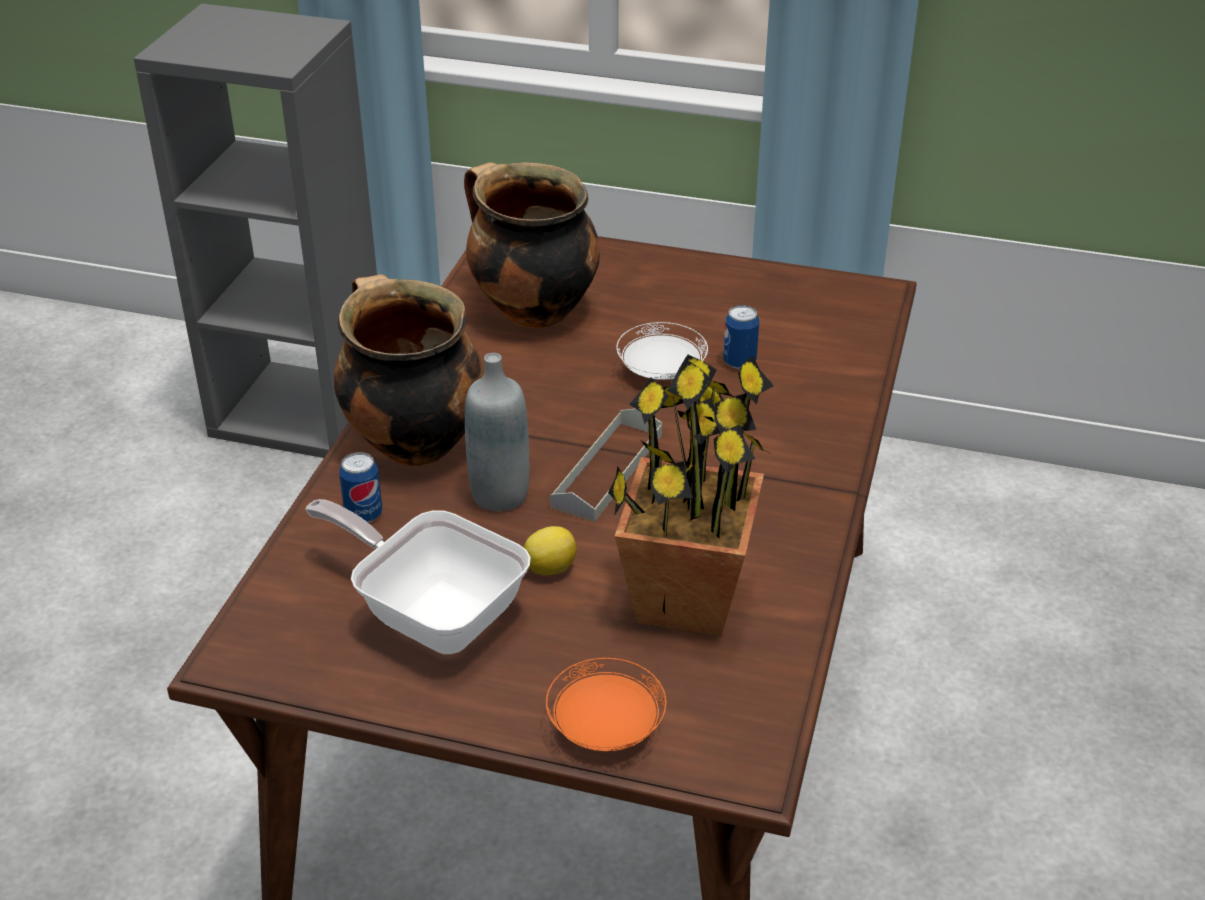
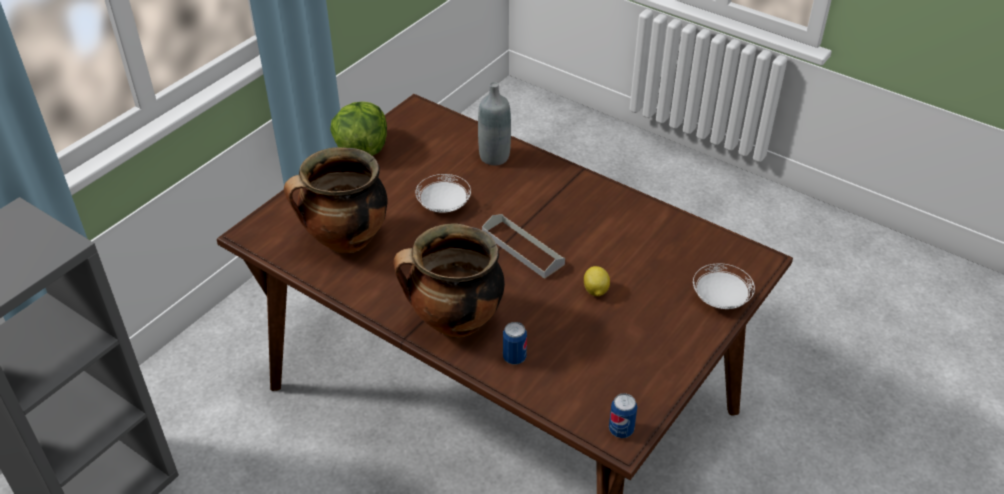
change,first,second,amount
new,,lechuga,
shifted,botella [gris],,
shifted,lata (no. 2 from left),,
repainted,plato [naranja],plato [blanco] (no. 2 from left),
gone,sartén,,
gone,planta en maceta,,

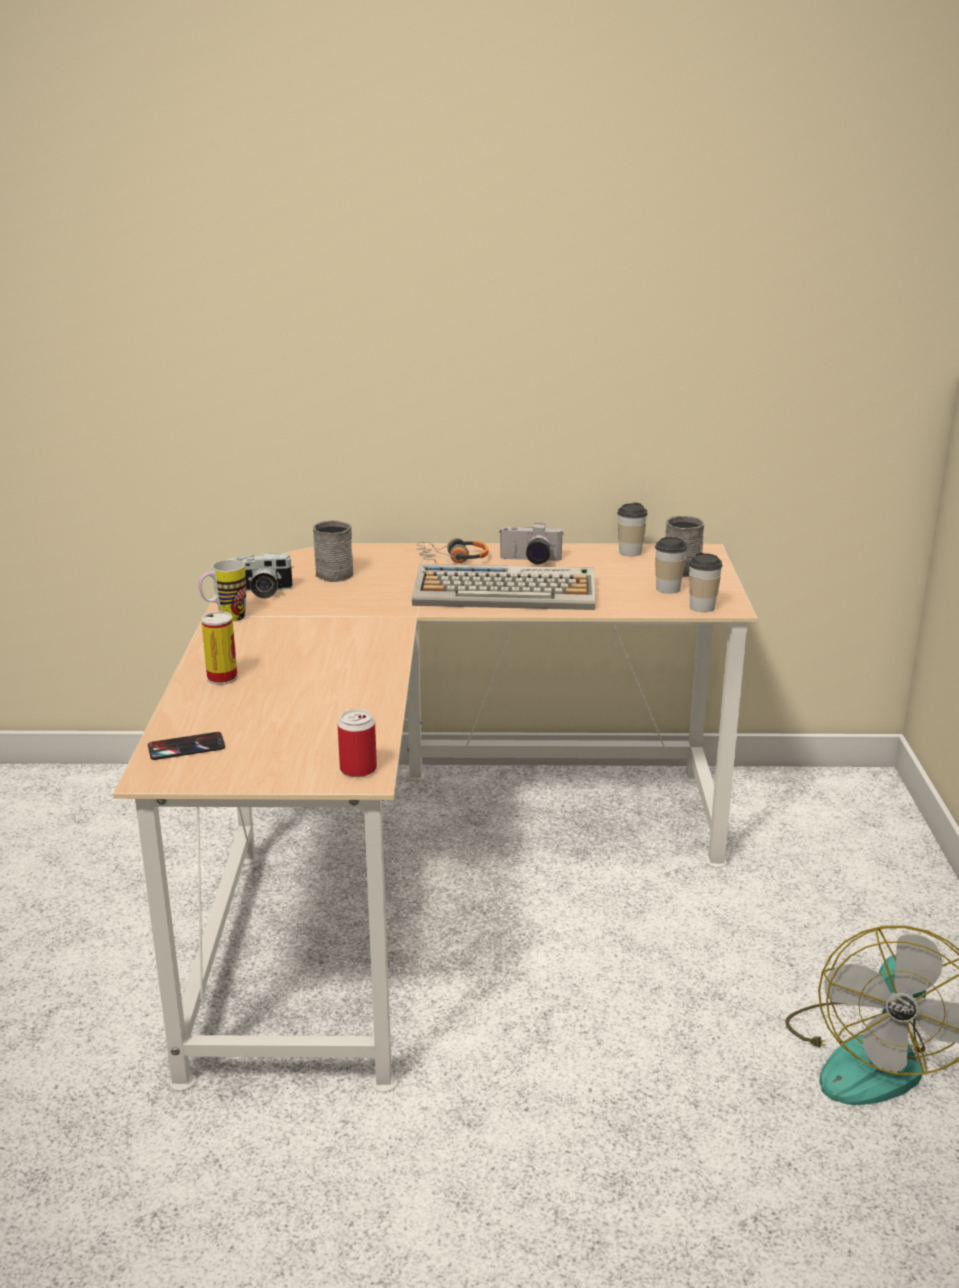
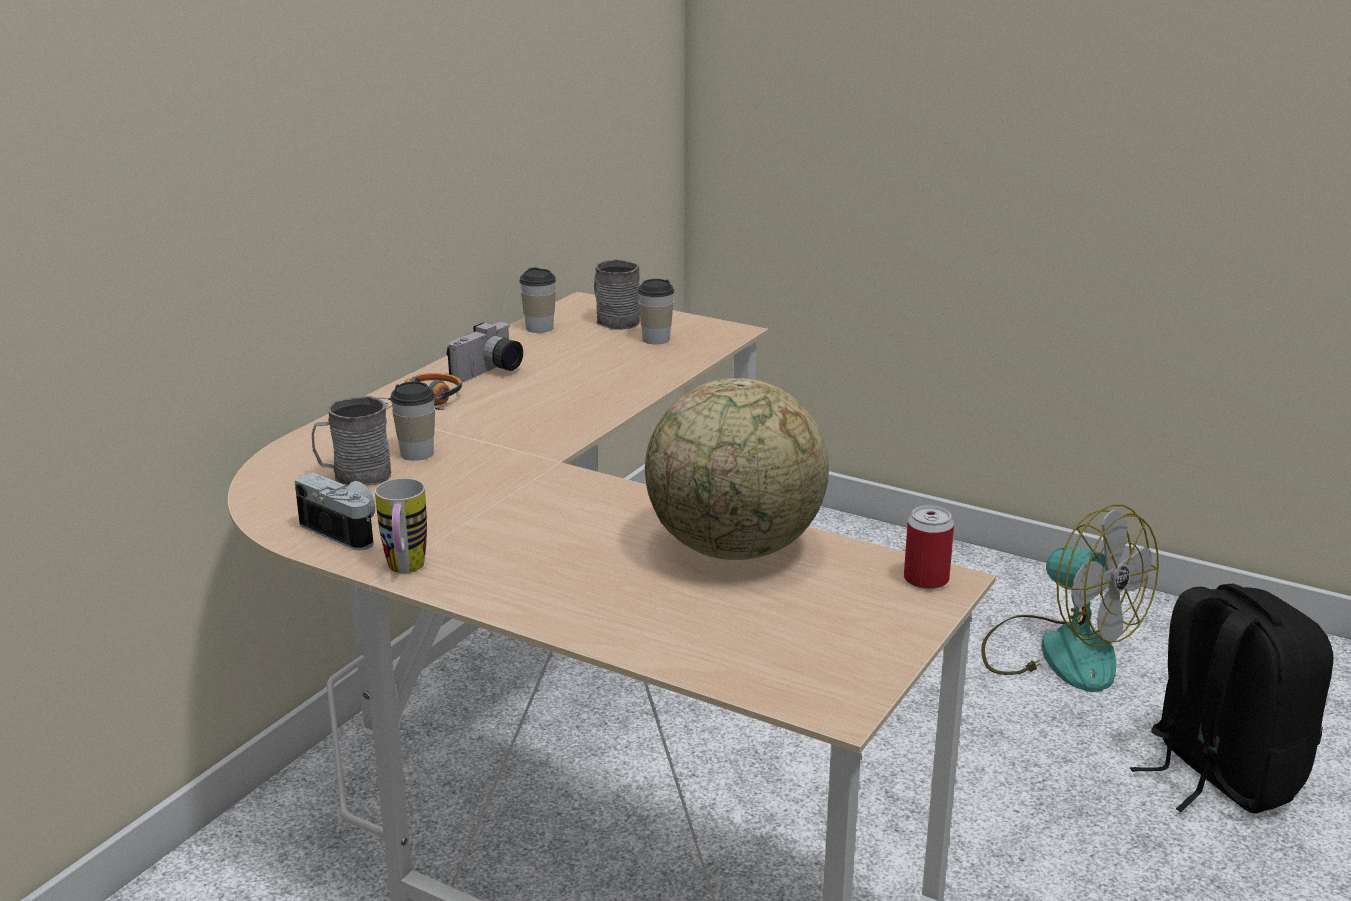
change,first,second,amount
rotated,cámara (no. 1 from left),,75 degrees counterclockwise
shifted,taza (no. 3 from left in the first image),taza (no. 1 from left),
new,,globo terráqueo,
new,,mochila [negro],
gone,móvil,,
gone,lata (no. 1 from left),,
gone,teclado,,

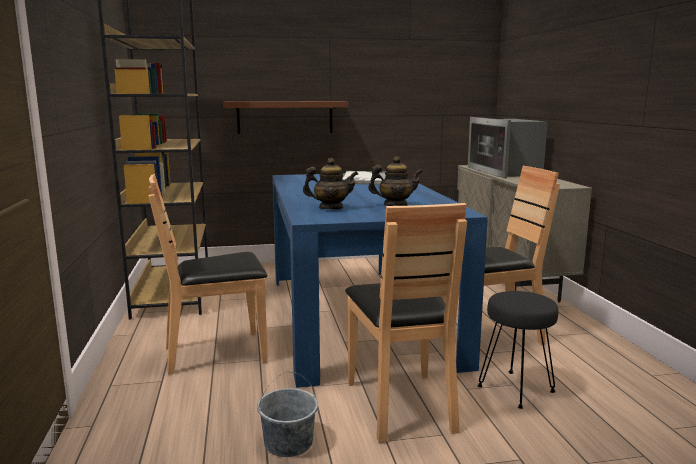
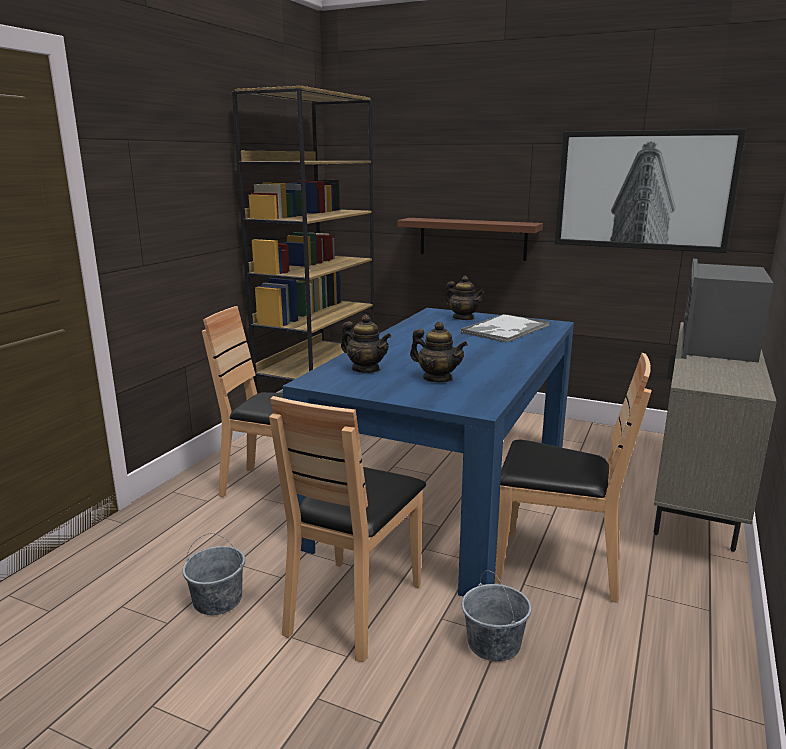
change,first,second,amount
new,,tetera (no. 3 from left),
swapped,taburete [negro],cubo [gris] (no. 2 from left),
new,,cuadro,

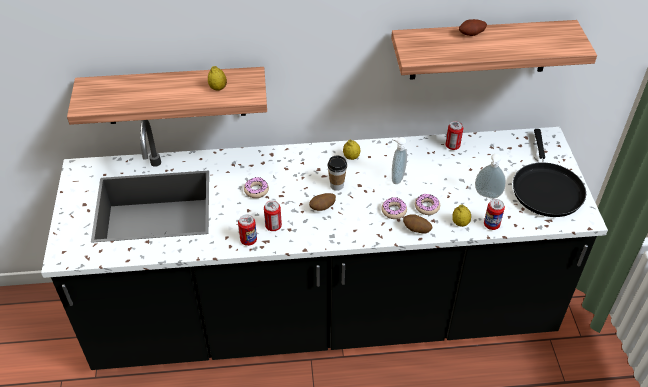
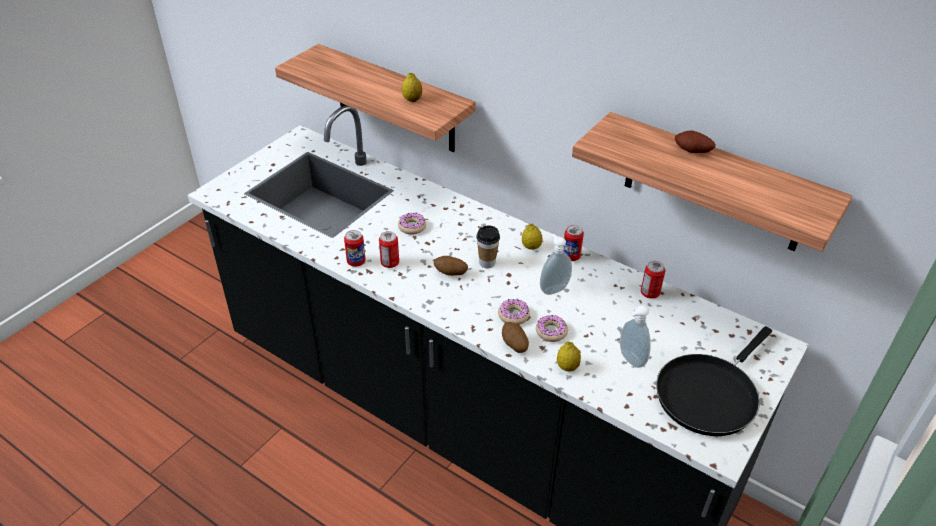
change,first,second,amount
shifted,lata (no. 4 from left in the first image),lata (no. 3 from left),

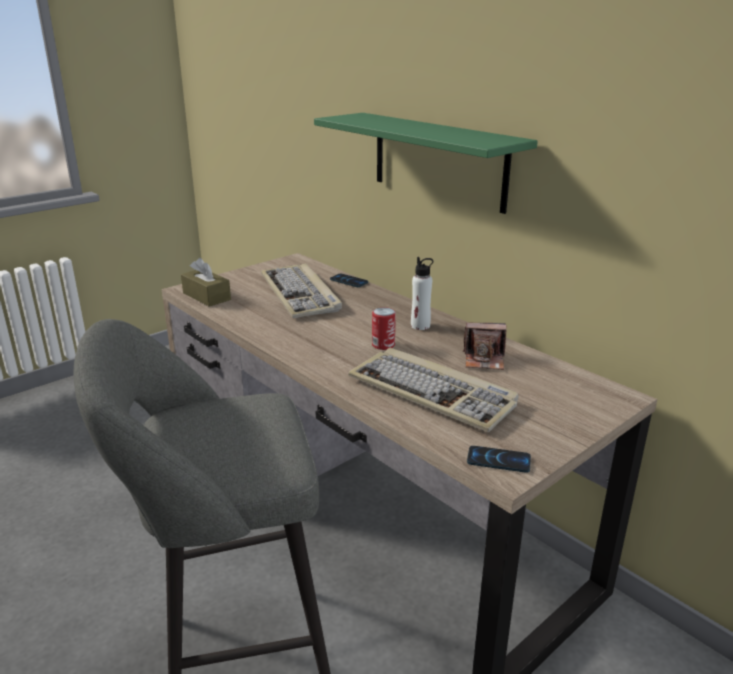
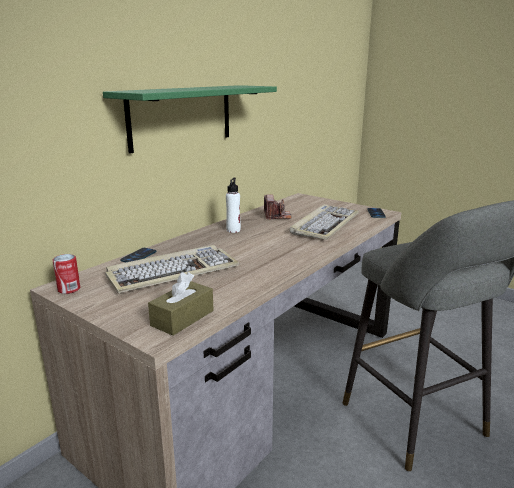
change,first,second,amount
shifted,lata,,

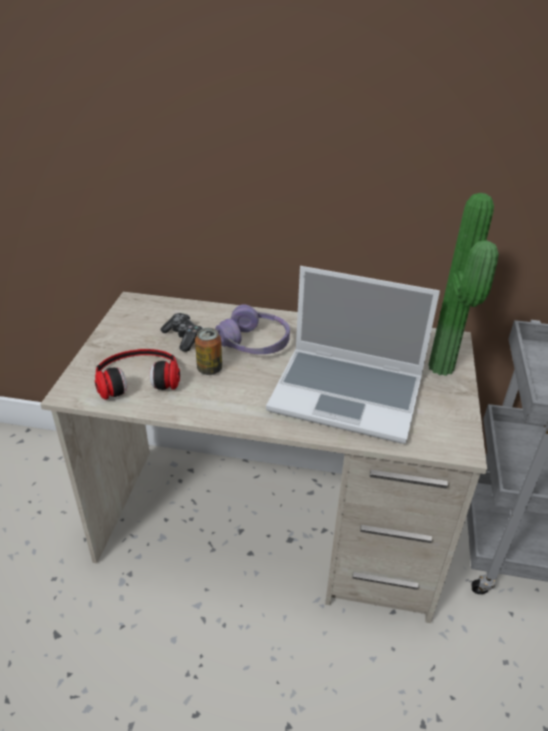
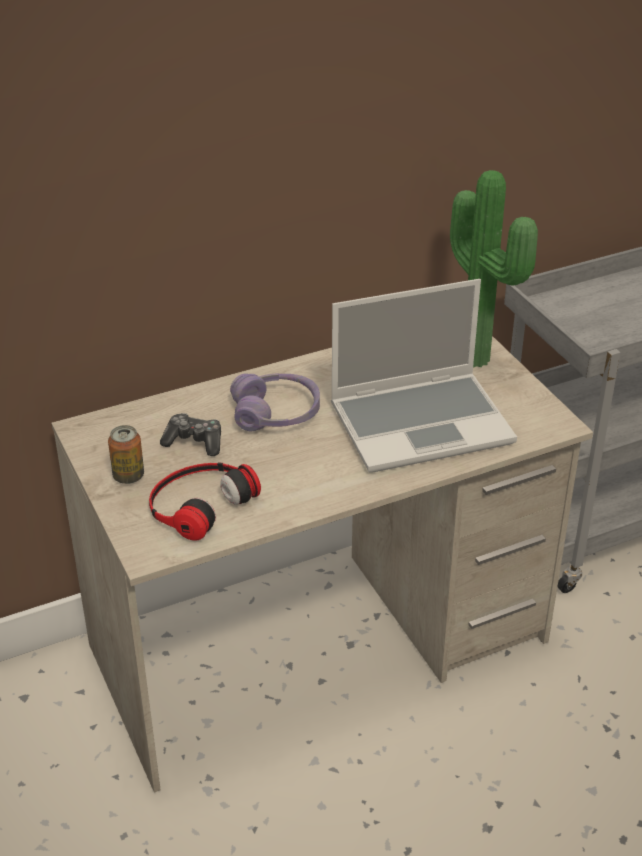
change,first,second,amount
shifted,lata,,

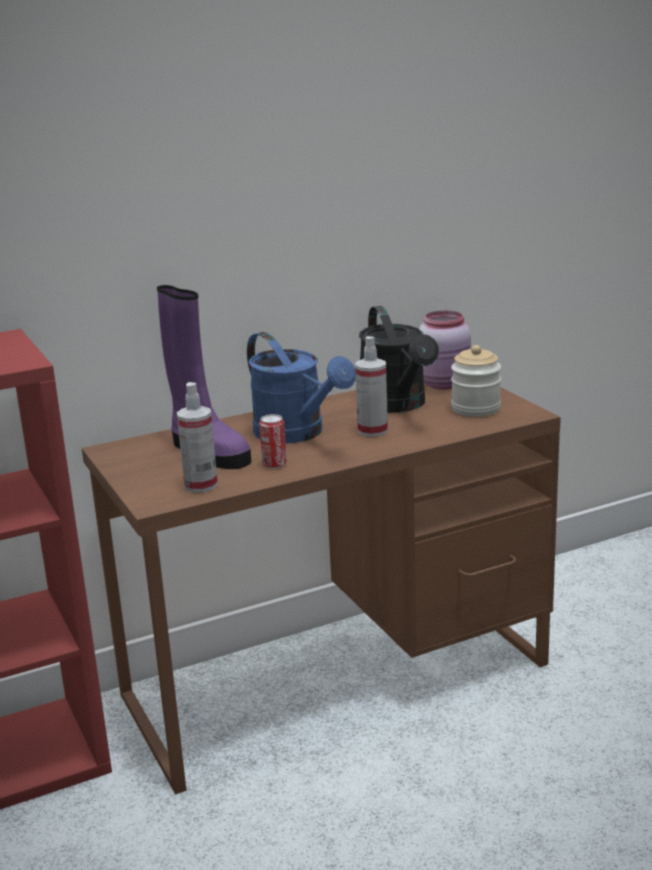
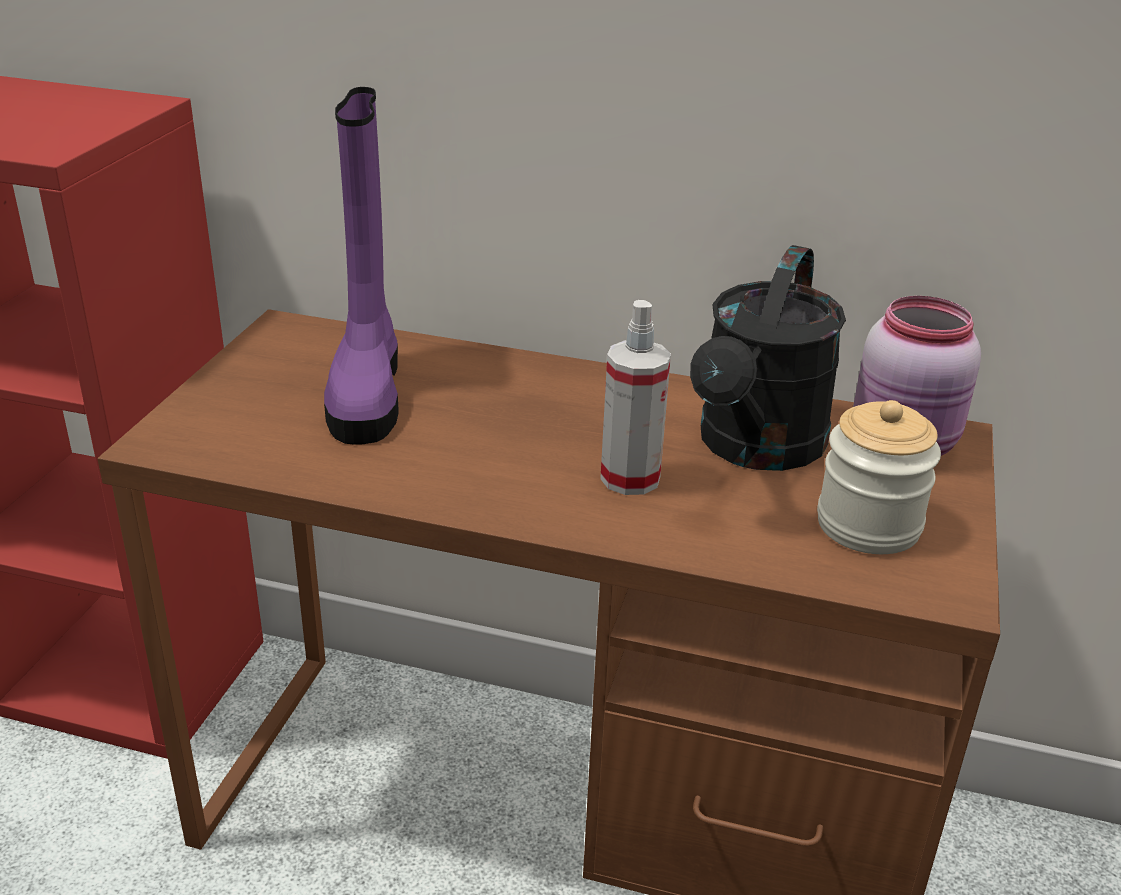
change,first,second,amount
gone,pulverizador (no. 1 from left),,
gone,regadera [azul],,
gone,lata,,

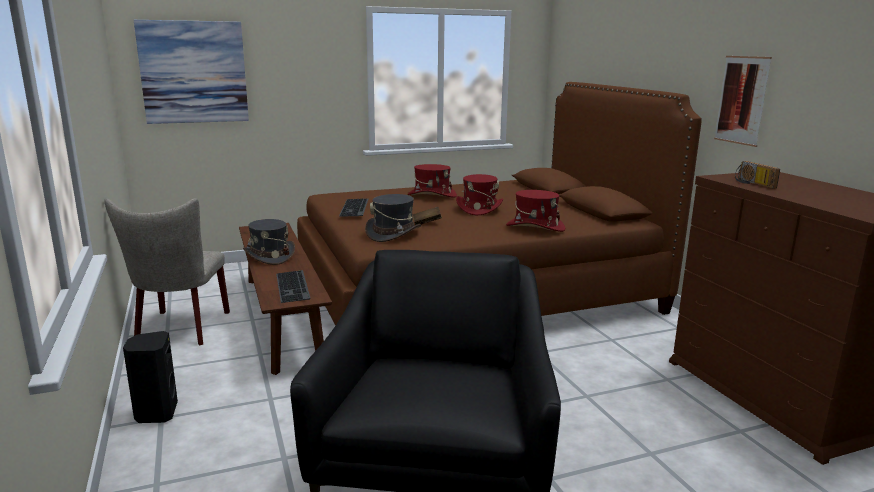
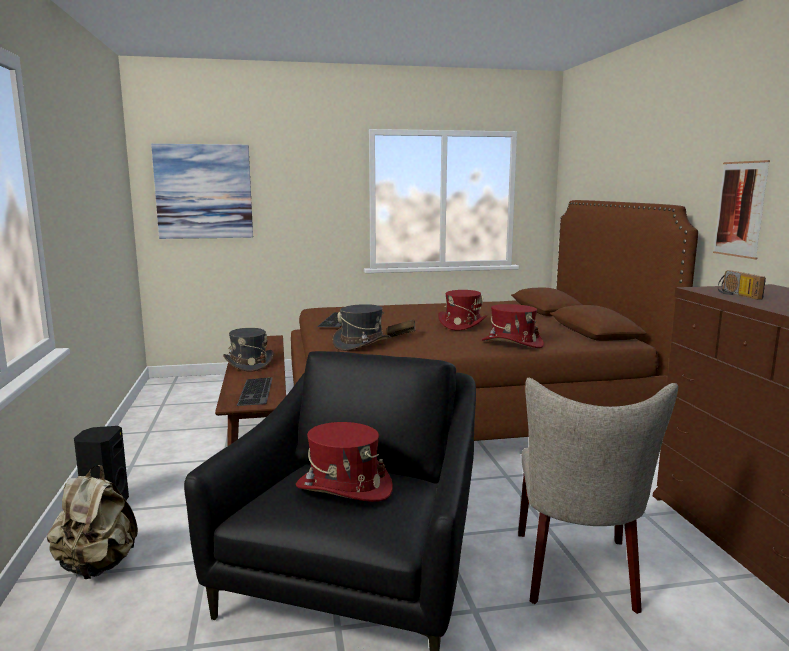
change,first,second,amount
new,,mochila [beis],
shifted,sombrero [rojo] (no. 1 from left),,
shifted,silla [beis],,

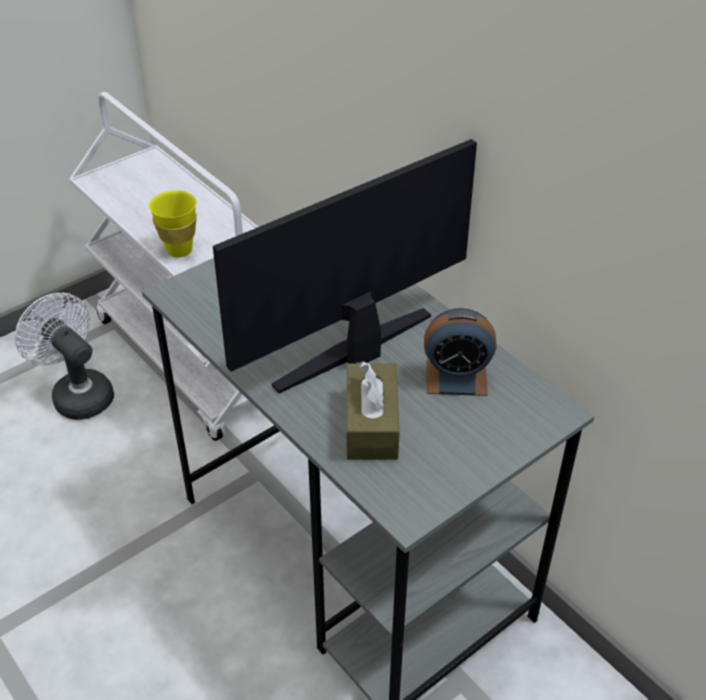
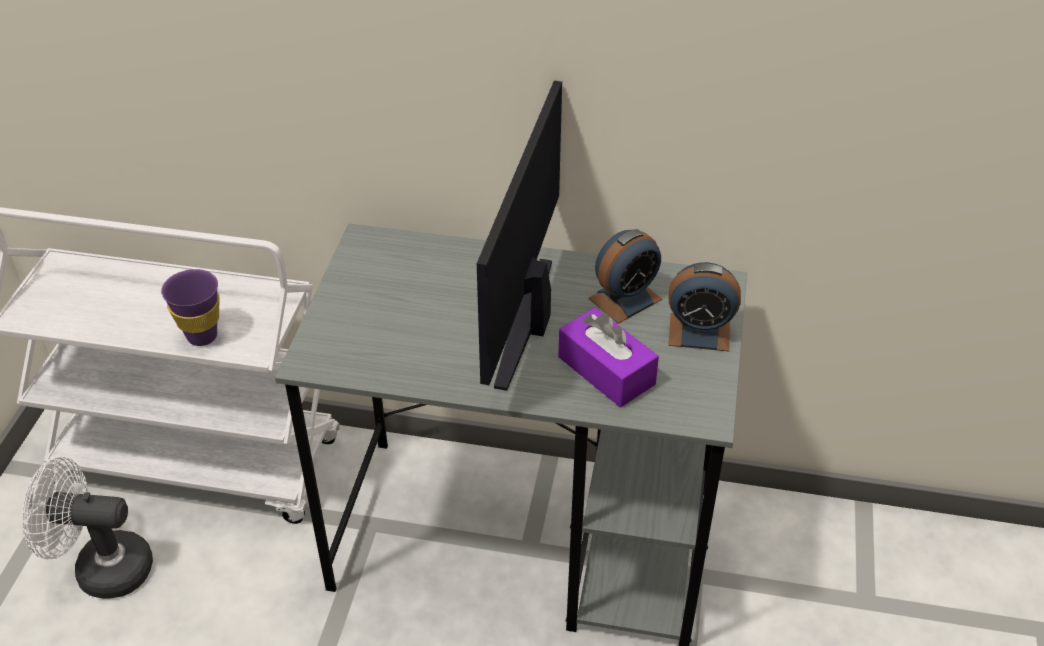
change,first,second,amount
repainted,taza [amarillo],taza [morado],
repainted,caja de pañuelos [marrón],caja de pañuelos [morado],
new,,despertador (no. 2 from left),

